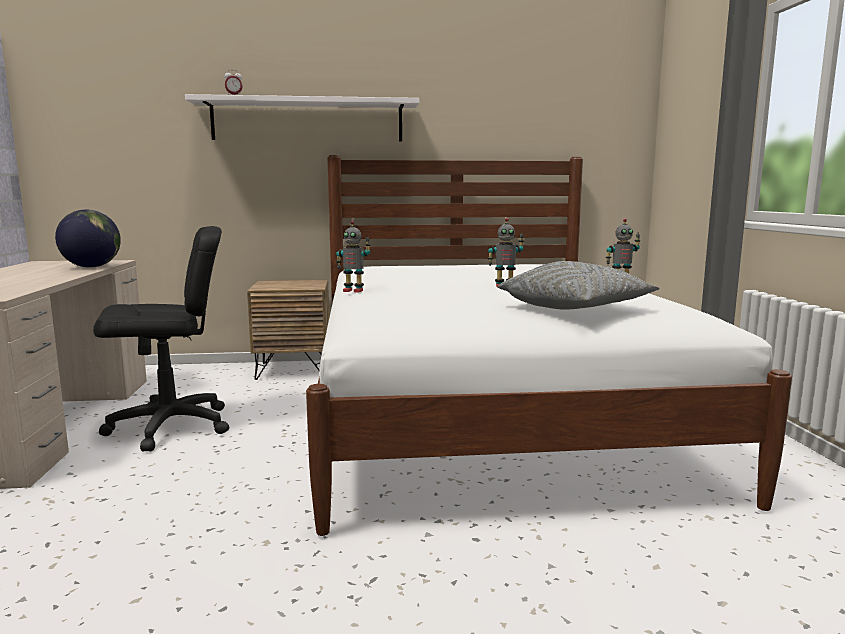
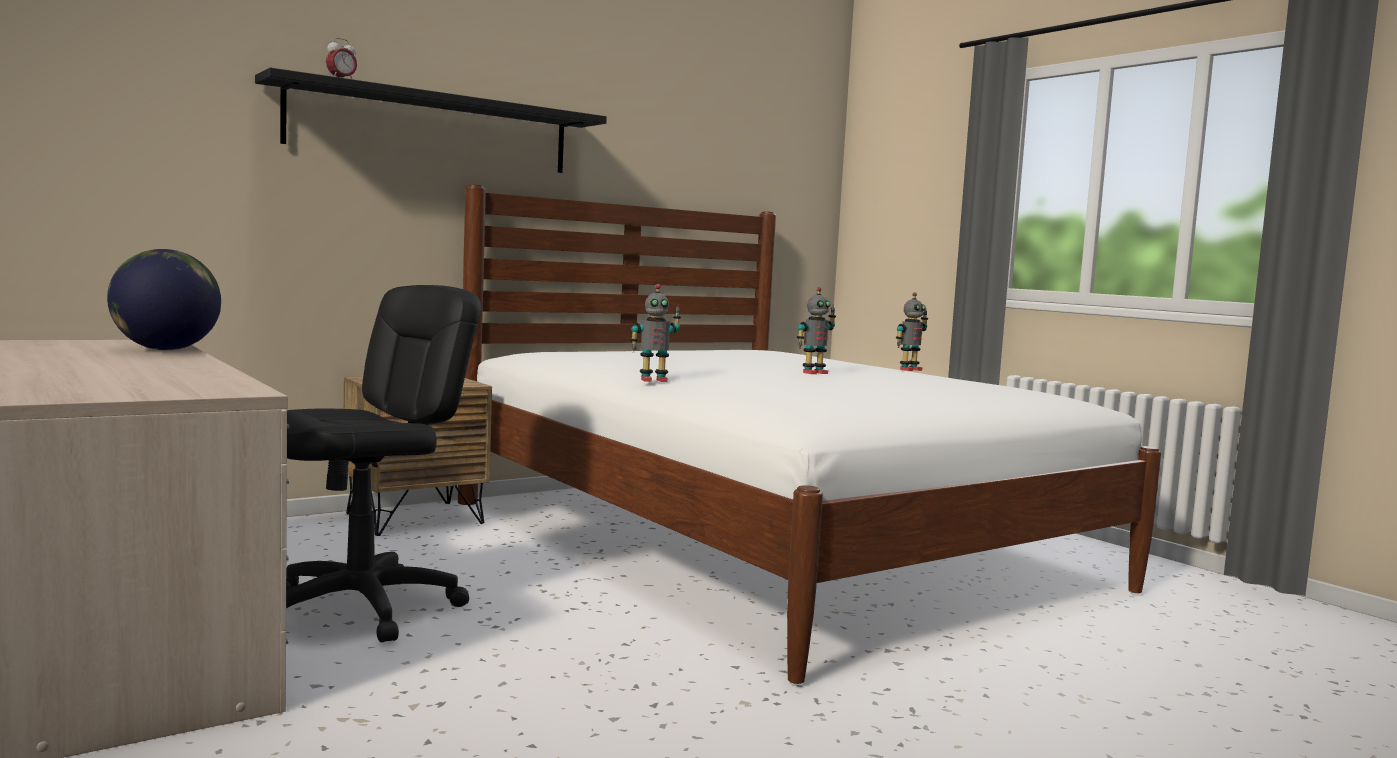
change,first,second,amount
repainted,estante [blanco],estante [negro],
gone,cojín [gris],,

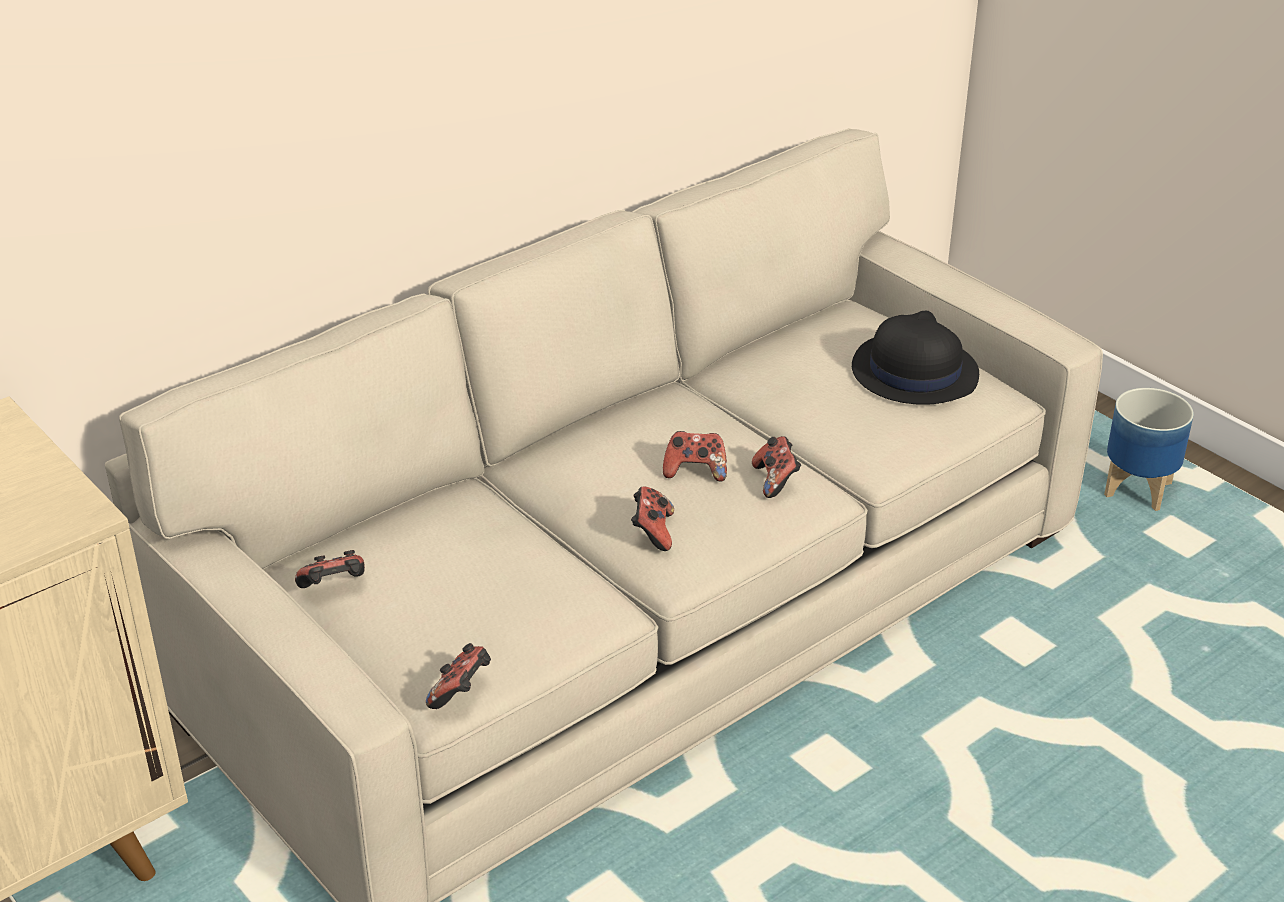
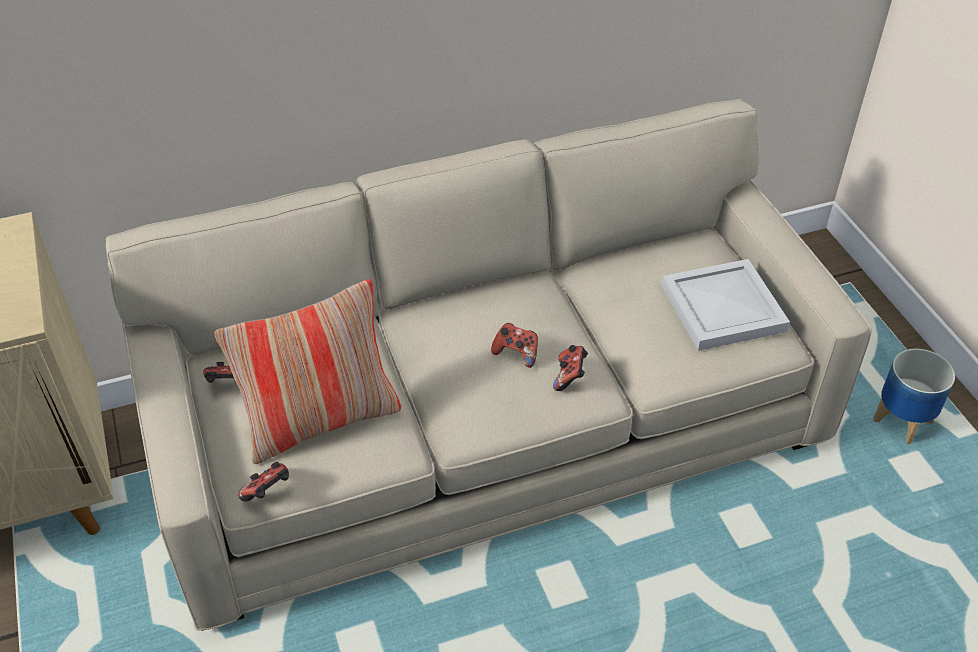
change,first,second,amount
new,,cojín,
swapped,sombrero [negro],bandeja [blanco],
gone,mando de consola (no. 3 from left),,

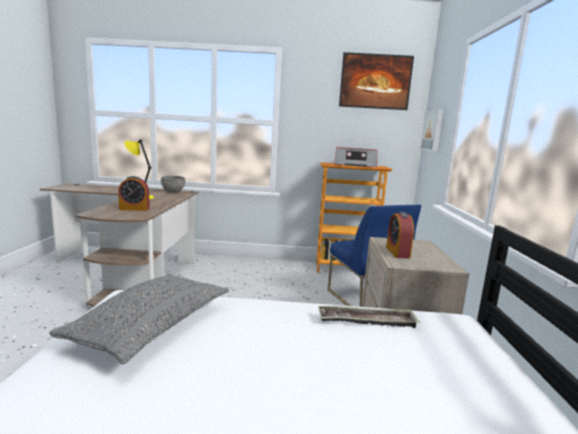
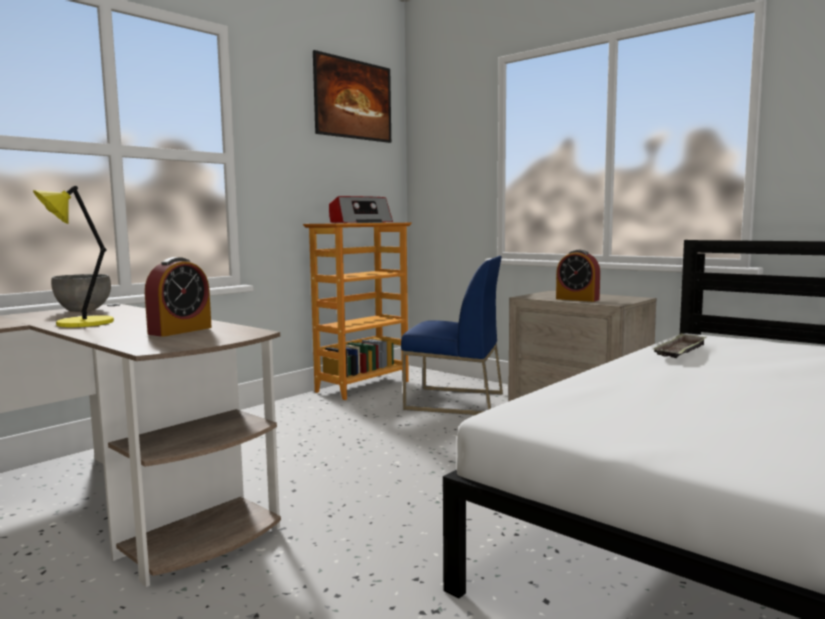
change,first,second,amount
gone,cojín [gris],,
gone,cuadro (no. 2 from left),,

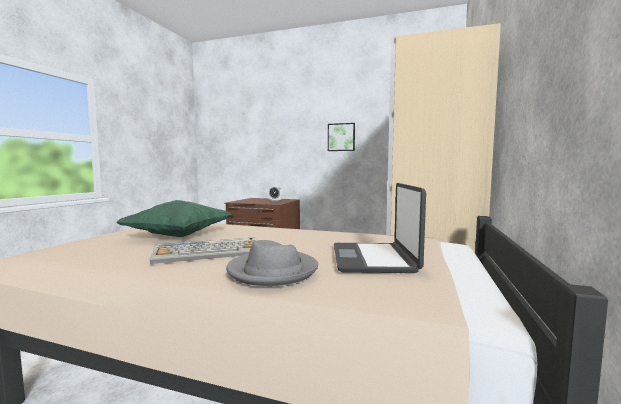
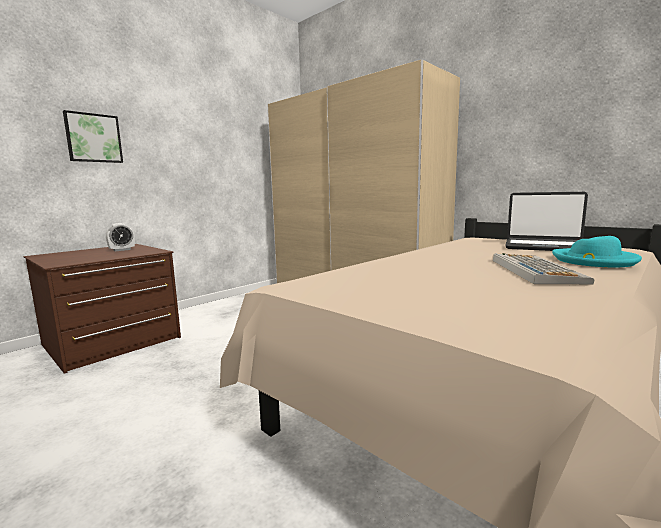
change,first,second,amount
shifted,cuadro,,
repainted,sombrero [gris],sombrero [turquesa],
gone,cojín [verde],,

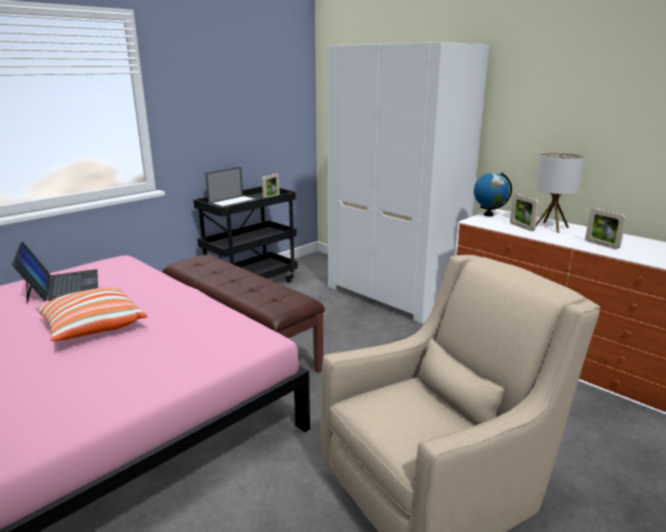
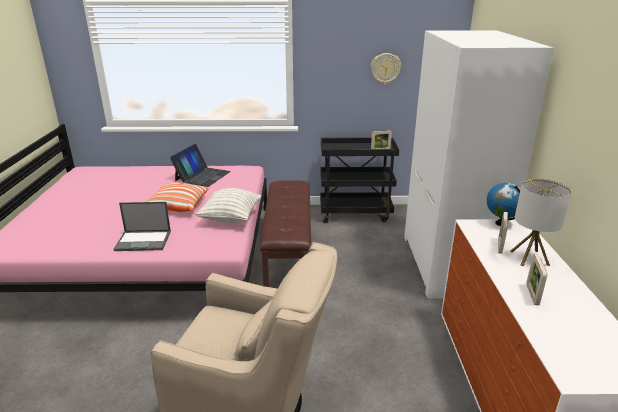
change,first,second,amount
shifted,portátil (no. 2 from left in the first image),portátil (no. 1 from left),
new,,cojín (no. 2 from left),
new,,reloj de pared,

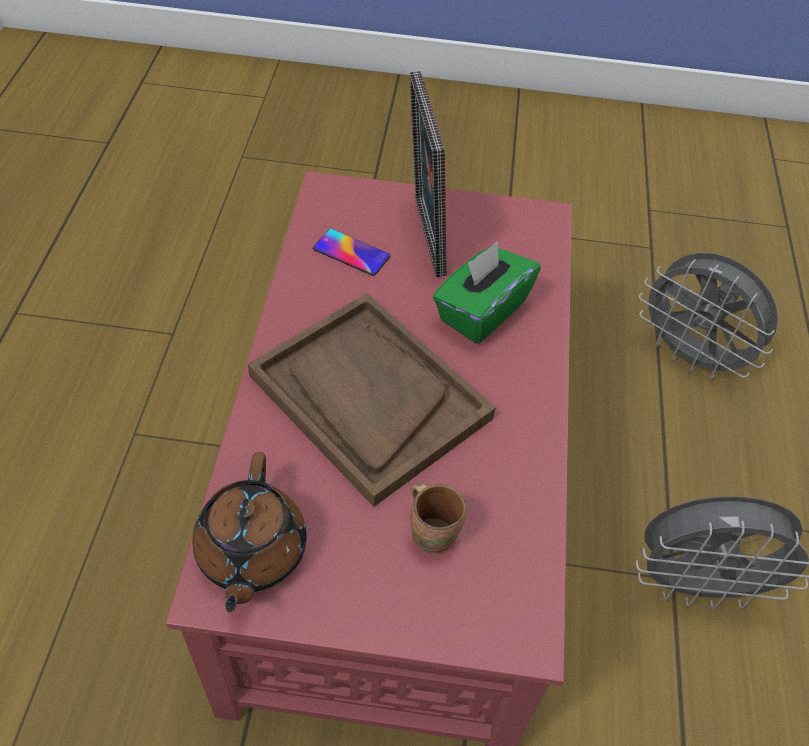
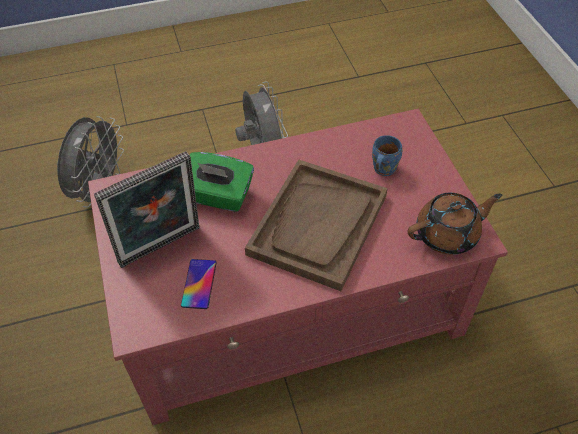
change,first,second,amount
repainted,taza grande [marrón],taza grande [azul],

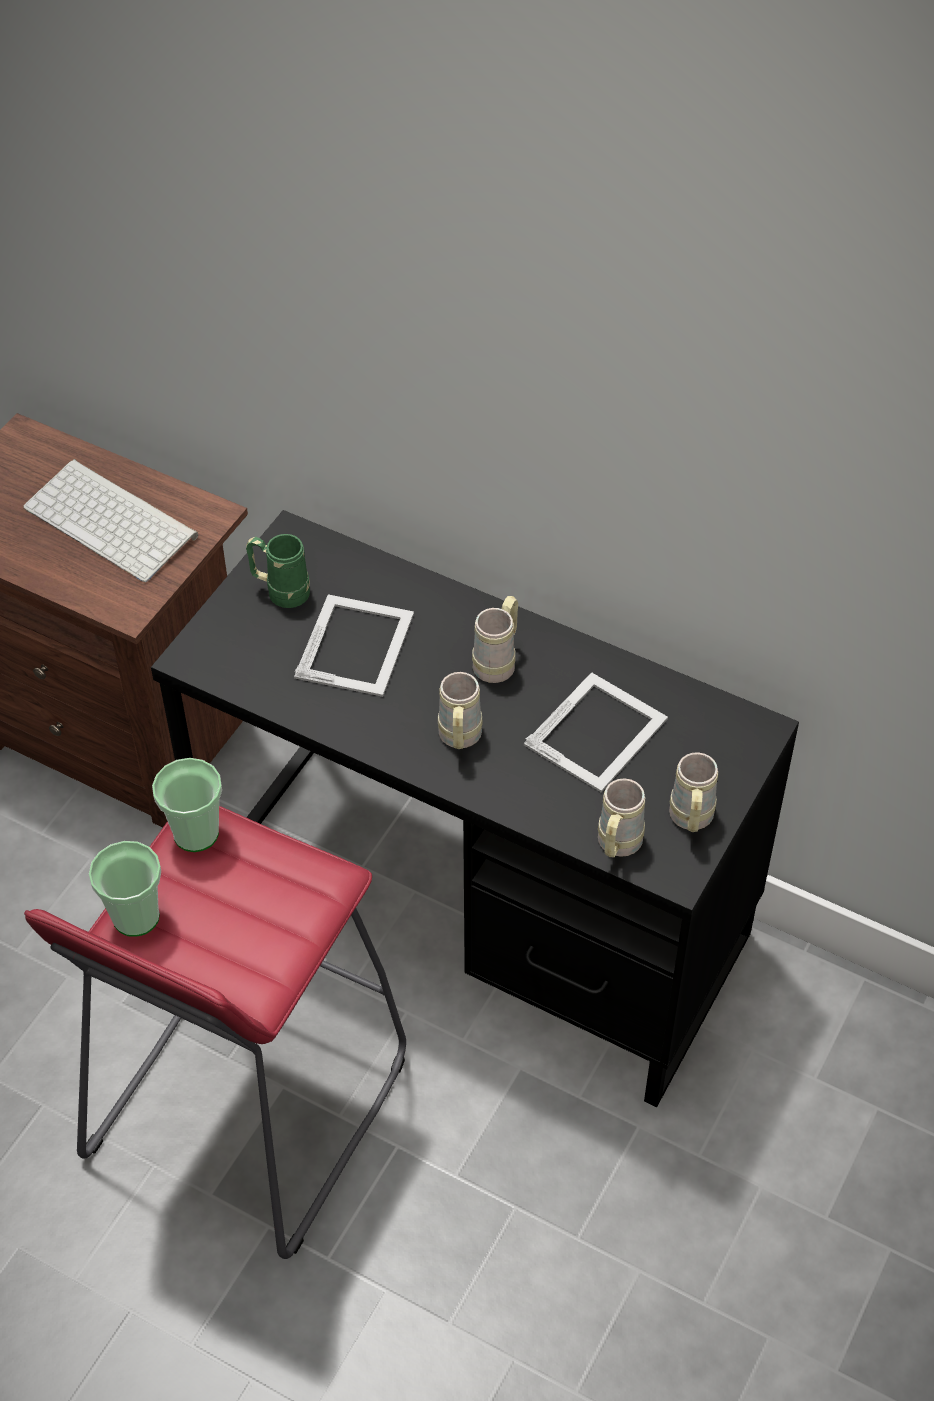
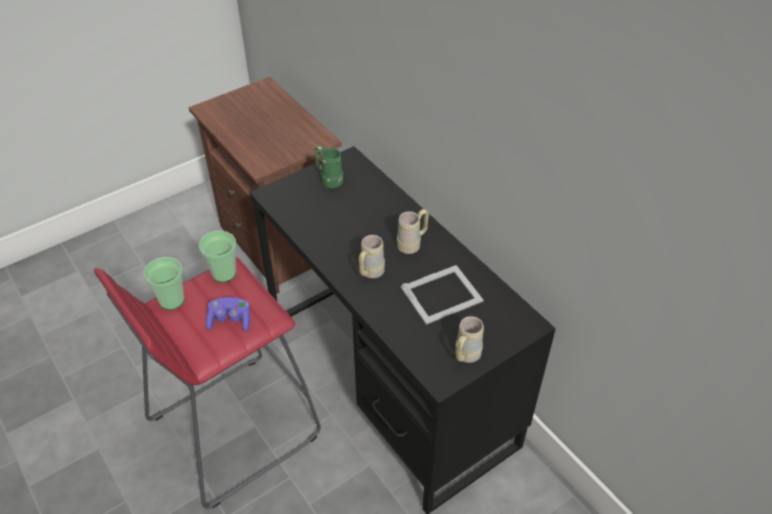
change,first,second,amount
new,,mando de consola [morado],
gone,teclado,,
gone,portarretratos (no. 1 from left),,
gone,taza grande [beis] (no. 3 from left),,

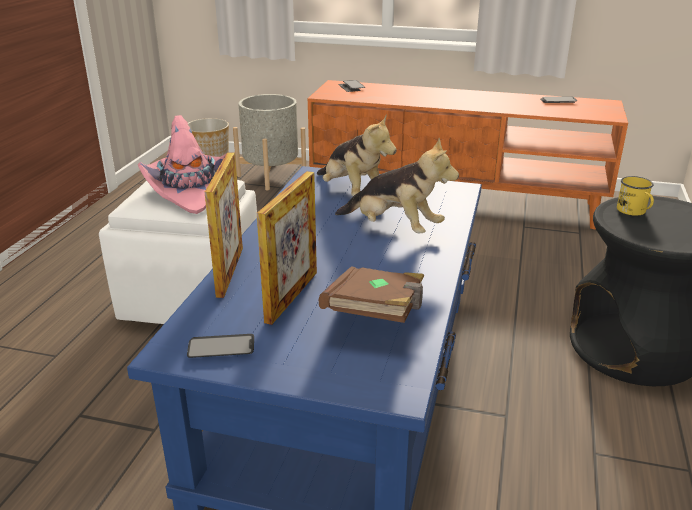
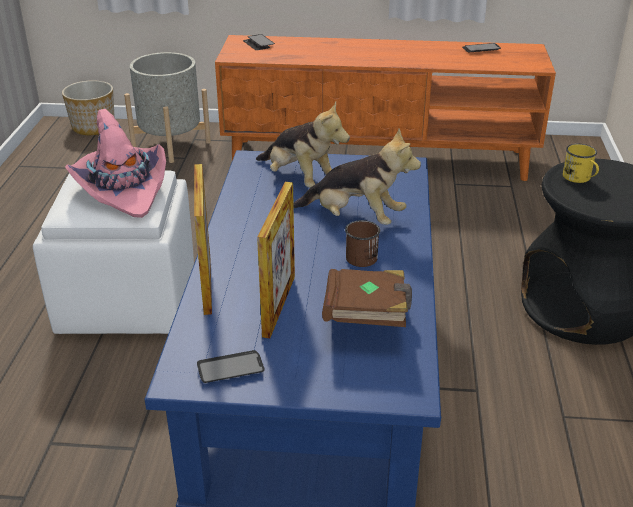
change,first,second,amount
new,,taza grande [marrón],

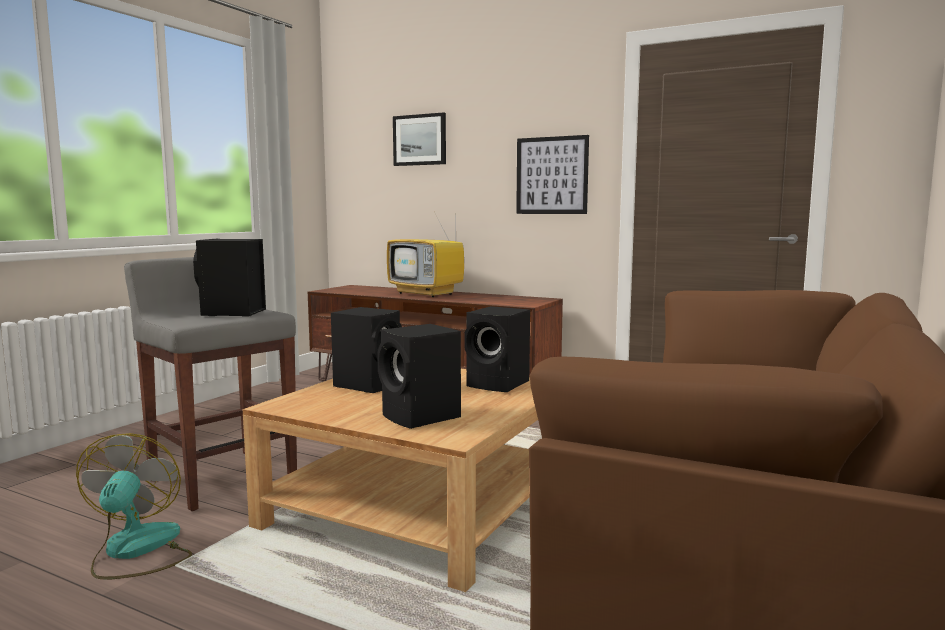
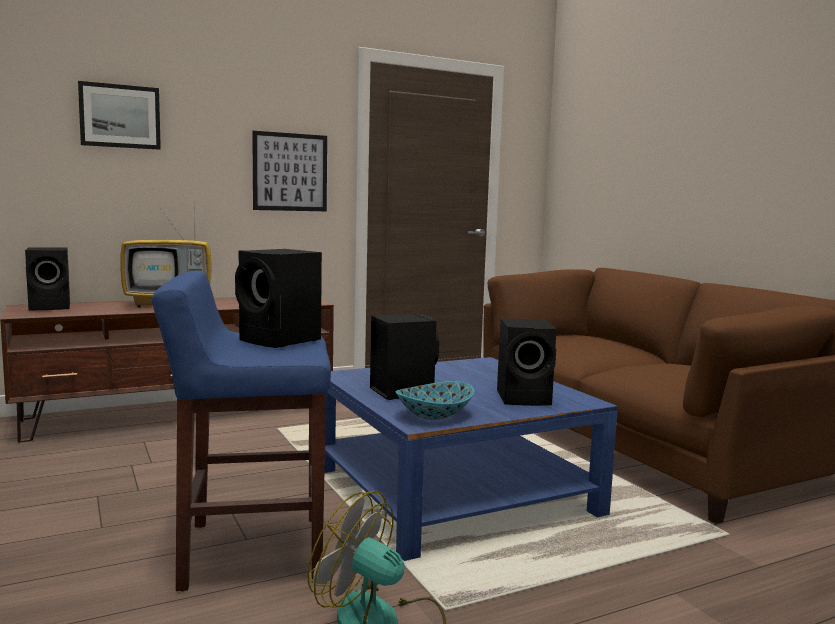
change,first,second,amount
shifted,altavoz [negro] (no. 4 from left in the first image),altavoz [negro] (no. 1 from left),
repainted,taburete [gris],taburete [azul],
repainted,mesa de centro [beis],mesa de centro [azul],
new,,cuenco,

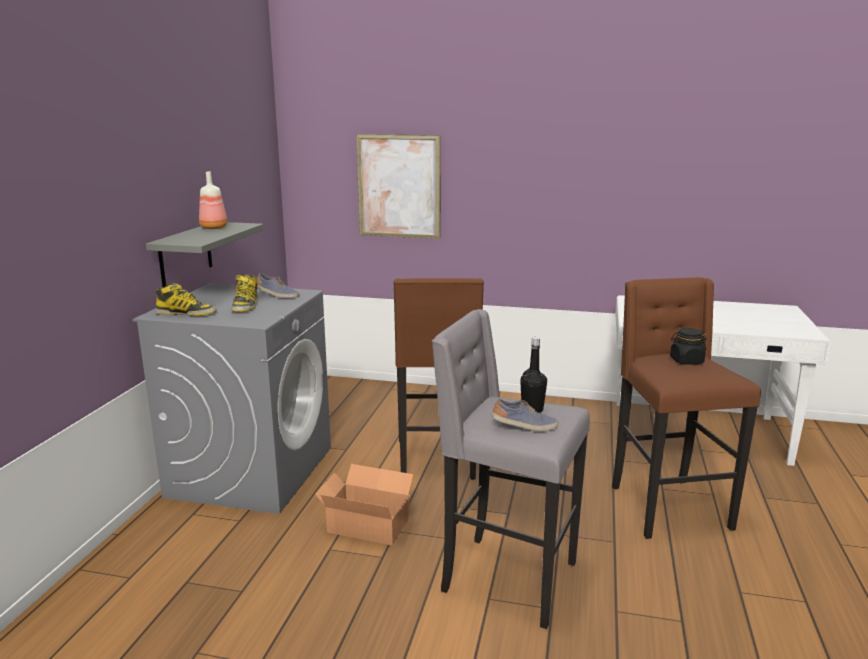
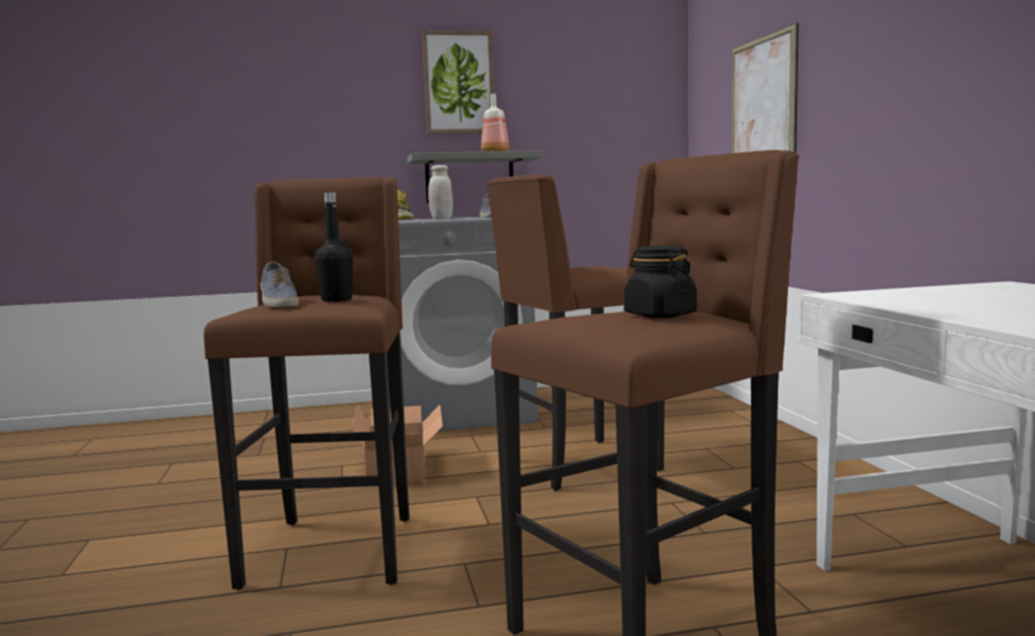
change,first,second,amount
repainted,taburete [gris],taburete [marrón] (no. 1 from left),
new,,cuadro (no. 1 from left),
swapped,bota (no. 2 from left),tarro [blanco],

